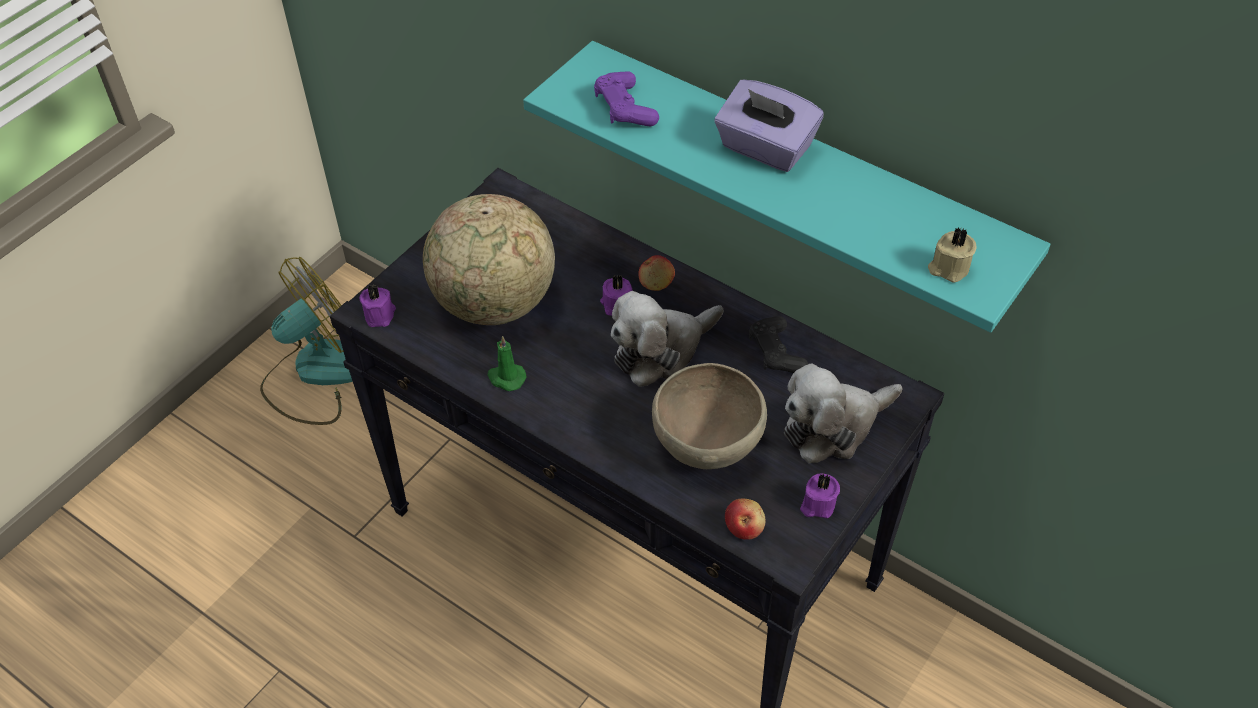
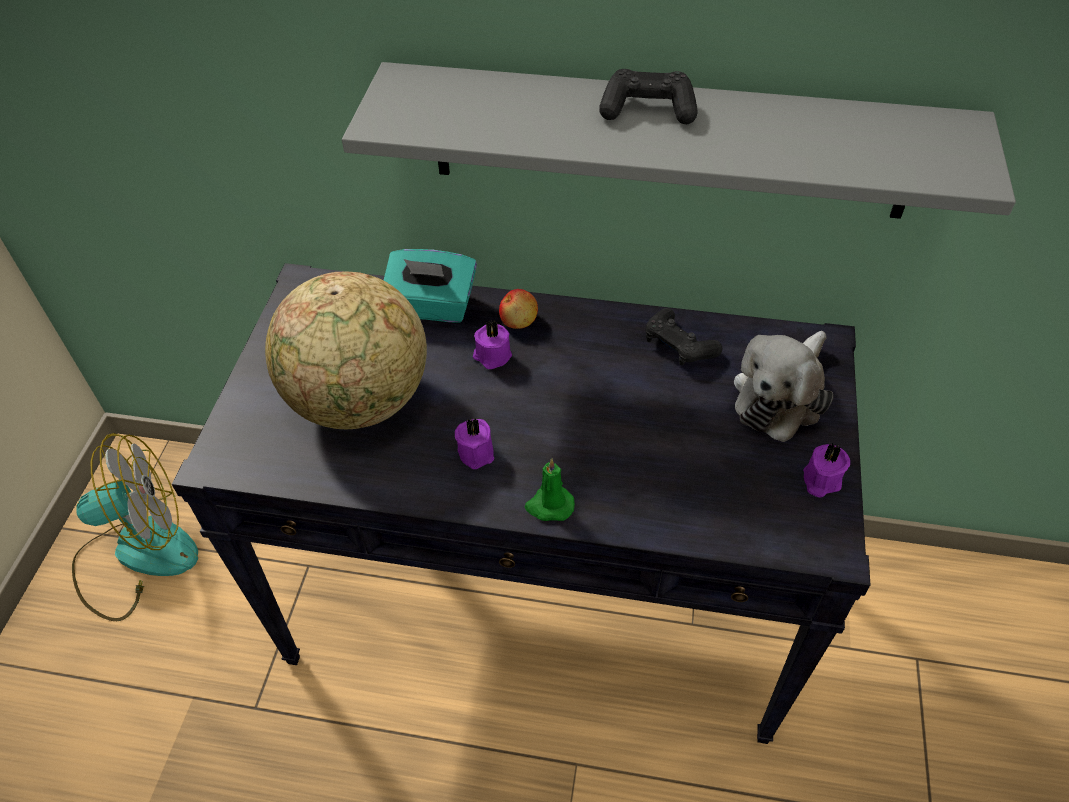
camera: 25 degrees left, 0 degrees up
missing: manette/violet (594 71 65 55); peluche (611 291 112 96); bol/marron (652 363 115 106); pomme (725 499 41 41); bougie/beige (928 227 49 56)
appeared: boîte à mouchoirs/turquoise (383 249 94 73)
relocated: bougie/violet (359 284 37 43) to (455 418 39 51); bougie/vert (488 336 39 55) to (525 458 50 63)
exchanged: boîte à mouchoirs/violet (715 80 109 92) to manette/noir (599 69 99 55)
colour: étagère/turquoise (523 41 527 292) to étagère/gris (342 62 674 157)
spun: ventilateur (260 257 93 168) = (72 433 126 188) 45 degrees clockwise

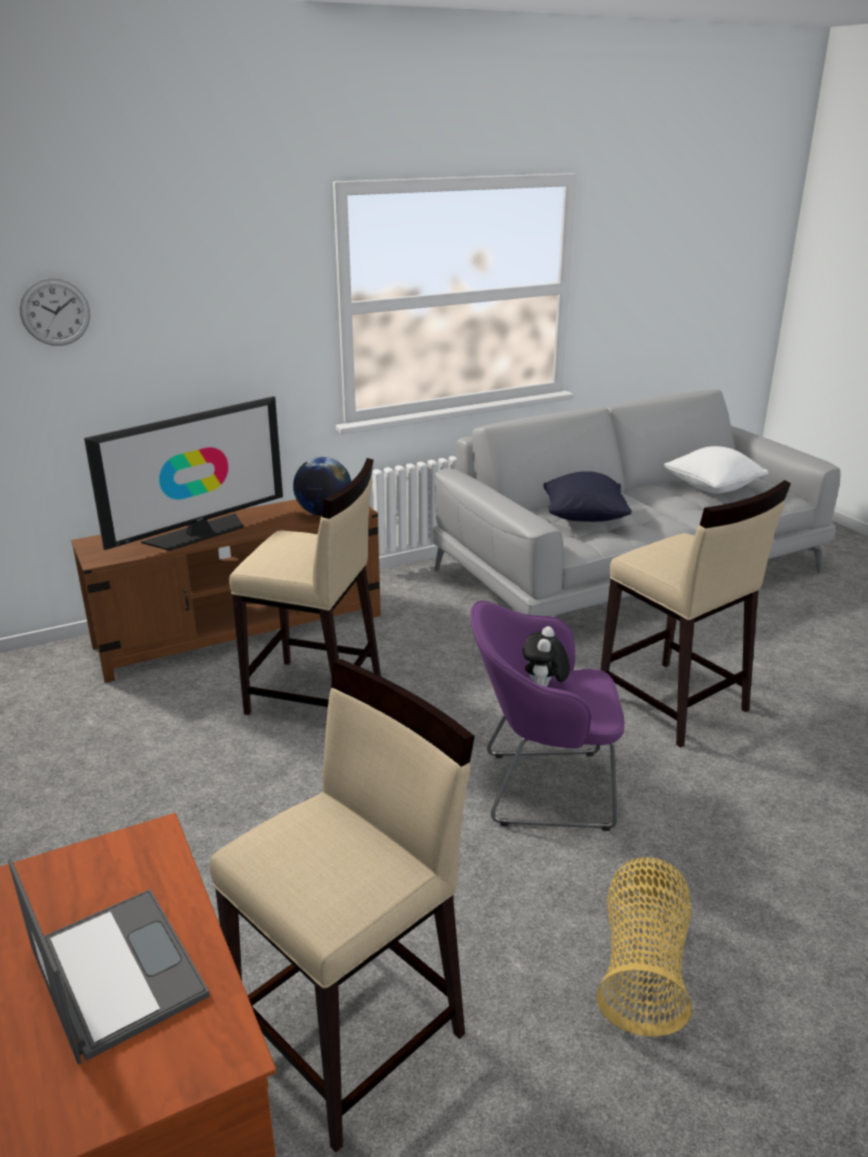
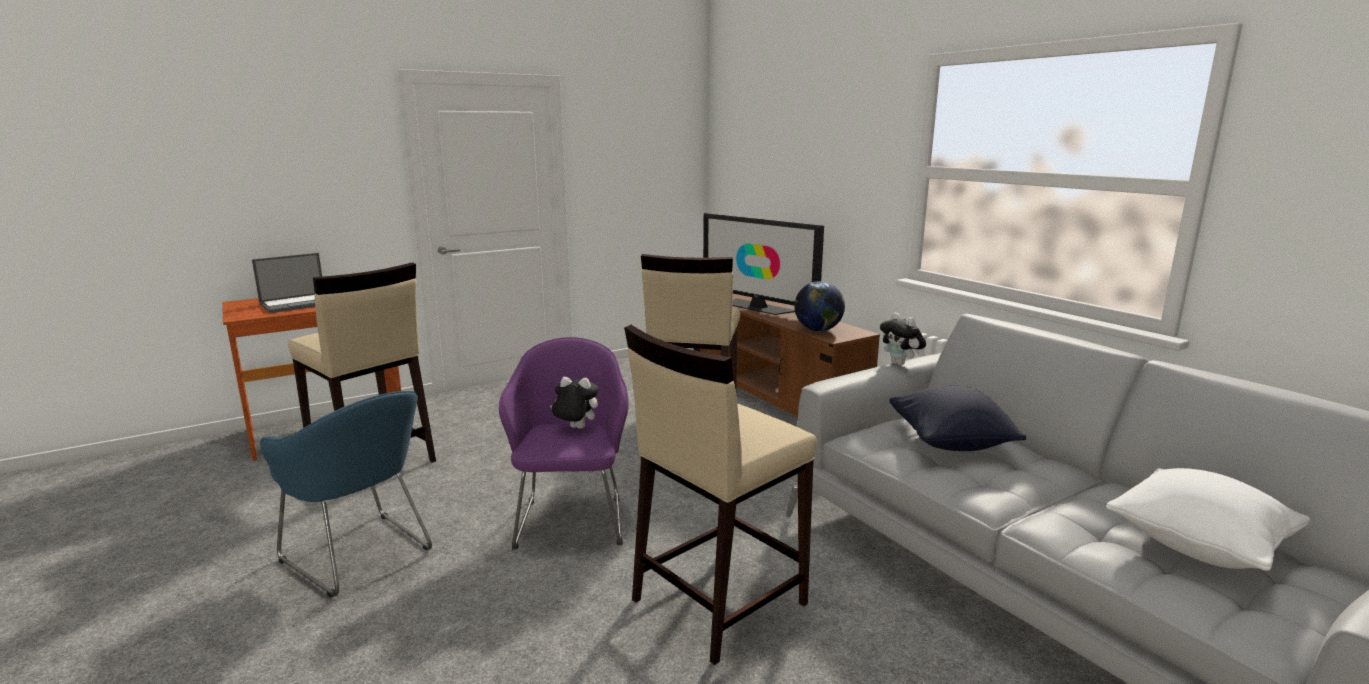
camera: 85 degrees right, 10 degrees down
missing: horloge murale (20 278 70 68)
appeared: peluche (880 313 46 52)
exchanged: panier (596 857 96 180) to fauteuil/bleu (260 391 172 206)

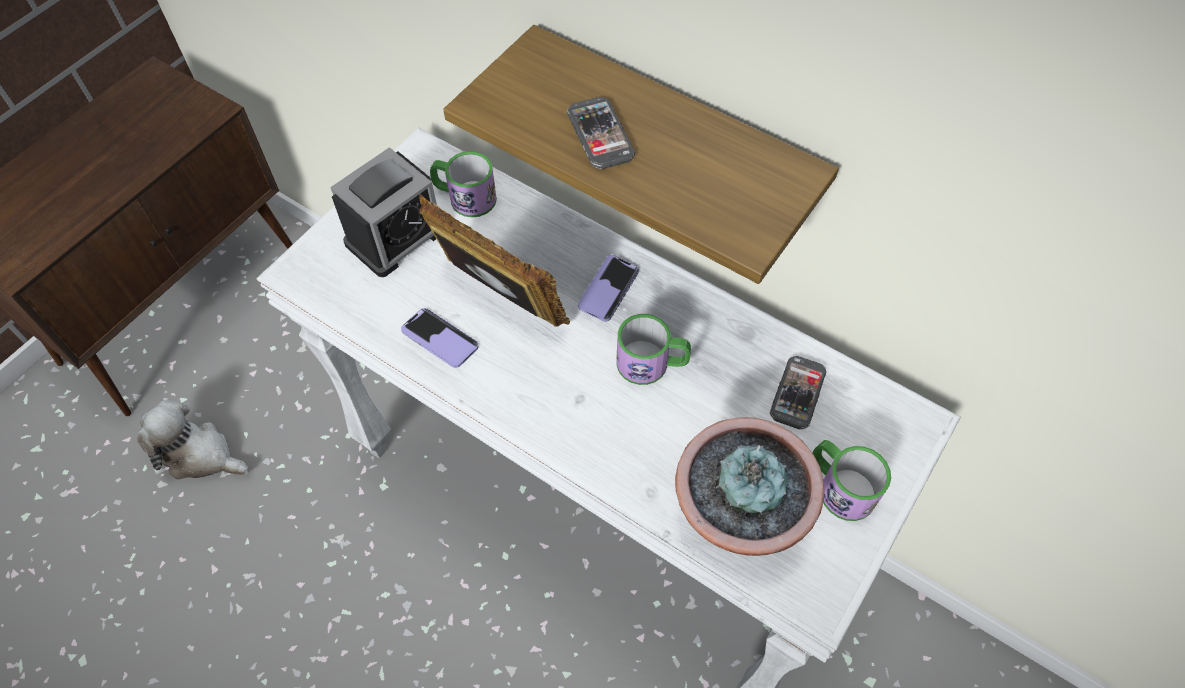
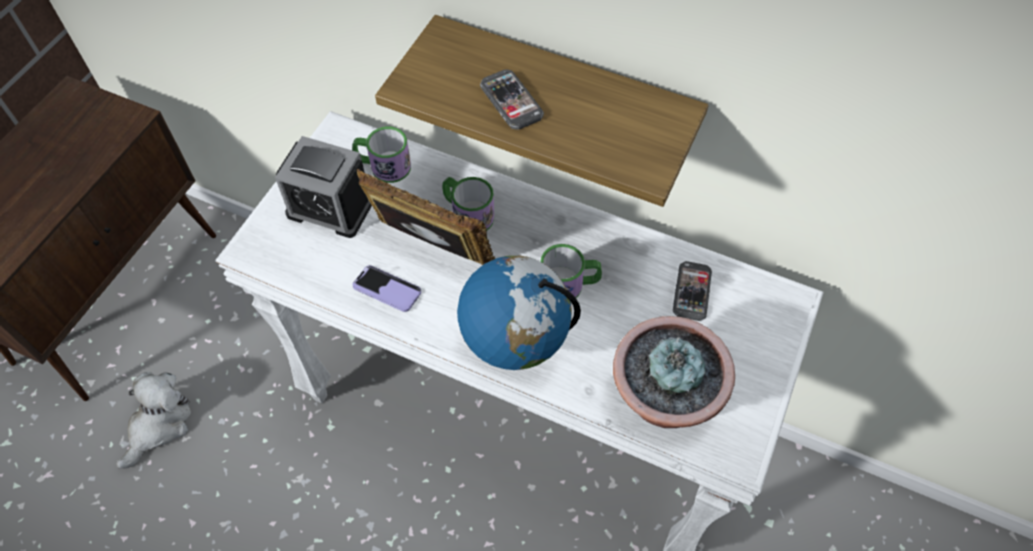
camera: 10 degrees left, 0 degrees up
missing: téléphone (578 255 61 67)
appeared: globe (457 256 124 114)
relocated: mug (812 440 79 81) to (442 177 52 53)
spun: peluche (137 400 112 80) = (117 372 74 97) 105 degrees clockwise; réveil (330 147 107 130) = (275 136 97 102) 75 degrees clockwise

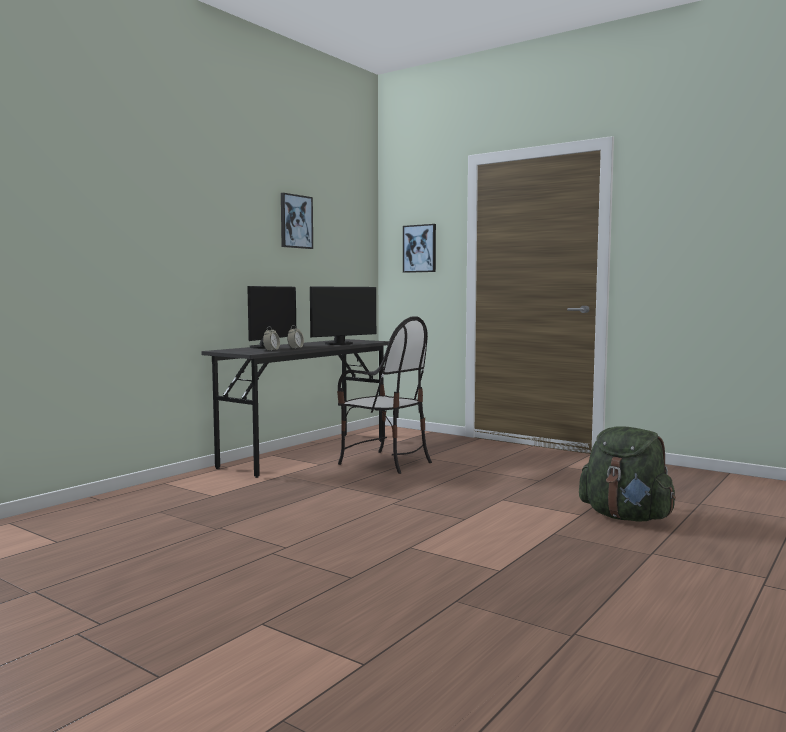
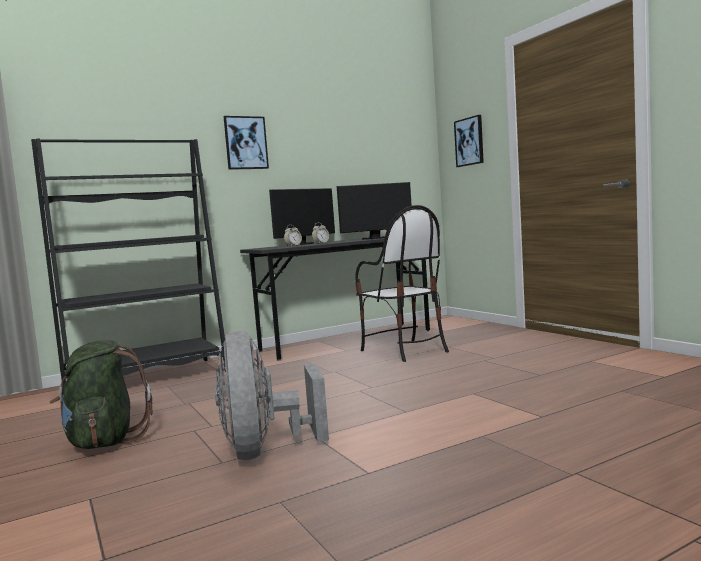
camera: 25 degrees right, 0 degrees up
appeared: bibliothèque/noir (31 138 195 244); ventilateur/gris (215 331 114 129)
relocated: sac à dos/vert (579 426 97 95) to (50 340 102 109); tableau (281 193 32 56) to (224 116 45 54)

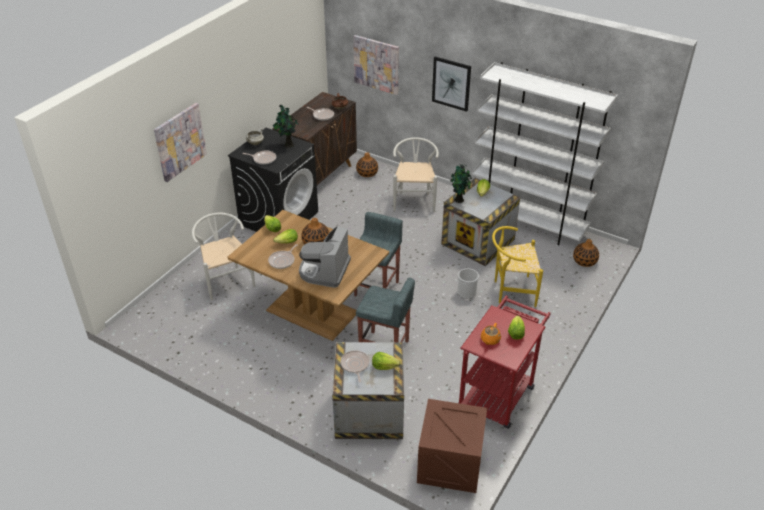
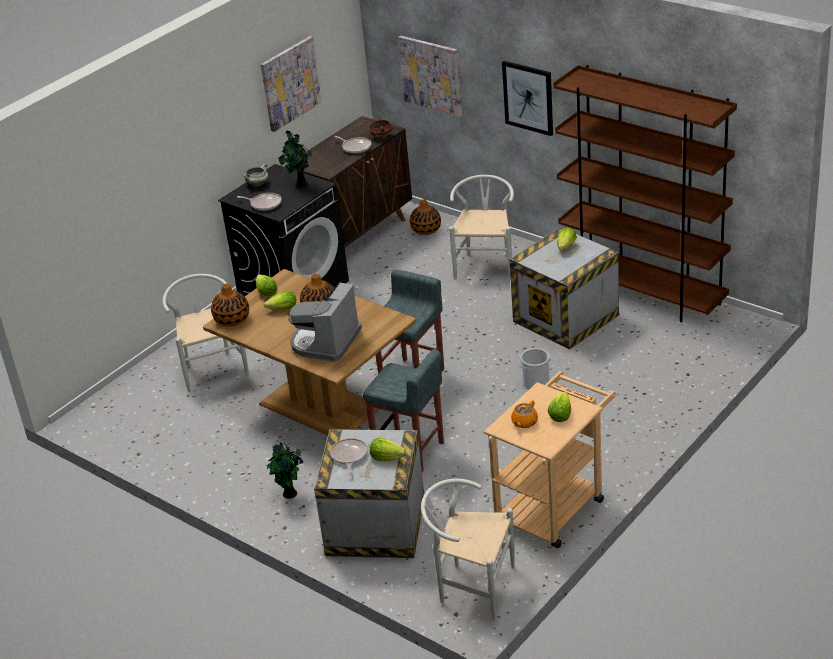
camera: 10 degrees right, 5 degrees down
missing: poêle (268 244 30 25); chaise/jaune (492 226 51 81)
relocated: vase (573 239 26 28) to (211 284 38 42); tableau (154 103 53 79) to (261 36 61 96); plante en pot (450 164 22 39) to (266 442 37 57)
exchanged: caisse (417 399 70 94) to chaise/blanc (421 479 94 141)
colour: chariot/rouge (459 296 92 133) to chariot/beige (484 371 132 177); bibliothèque/blanc (472 62 146 183) to bibliothèque/marron (554 65 183 257)

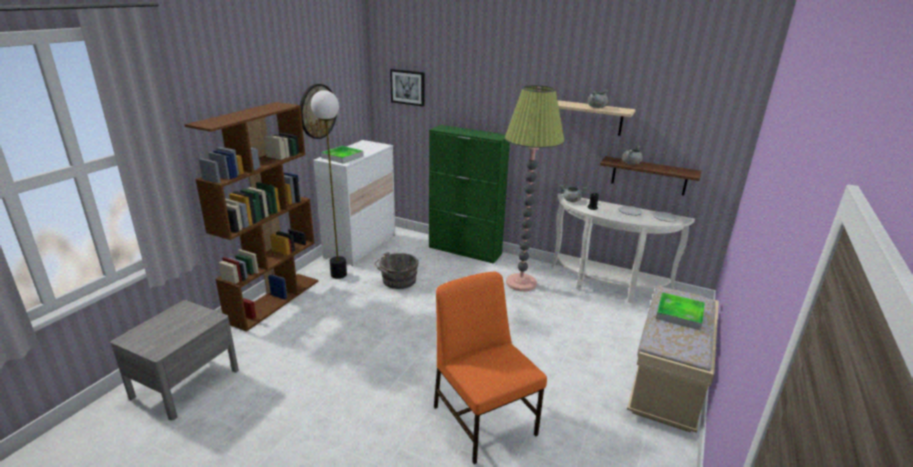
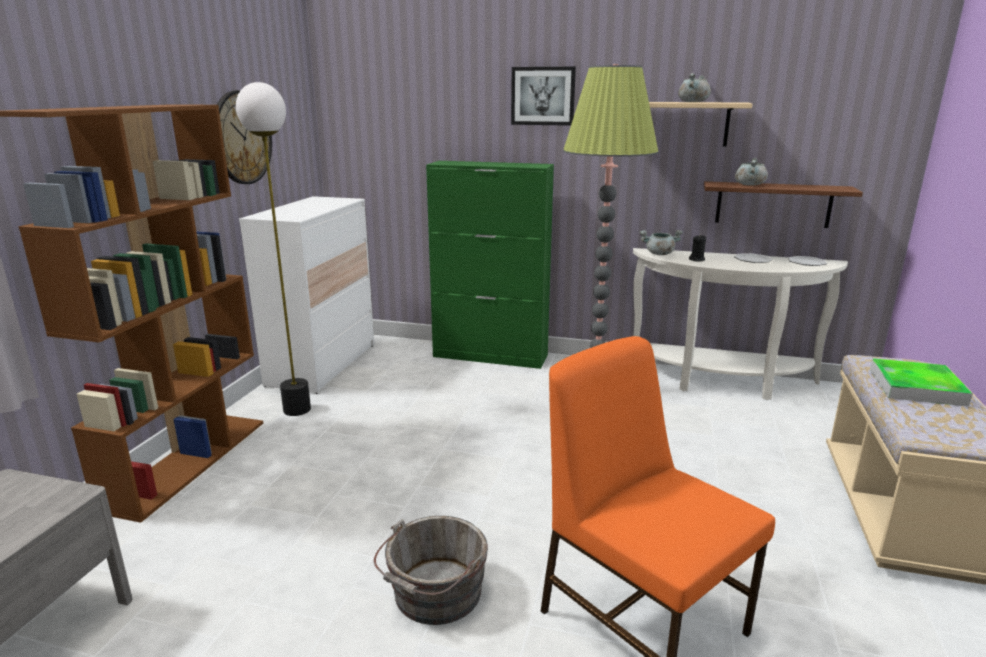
camera: 10 degrees left, 5 degrees down
missing: plateau (321 146 43 18)
relocated: seau/gris (375 252 43 37) to (374 516 114 109); tableau (390 69 35 38) to (511 67 65 59)

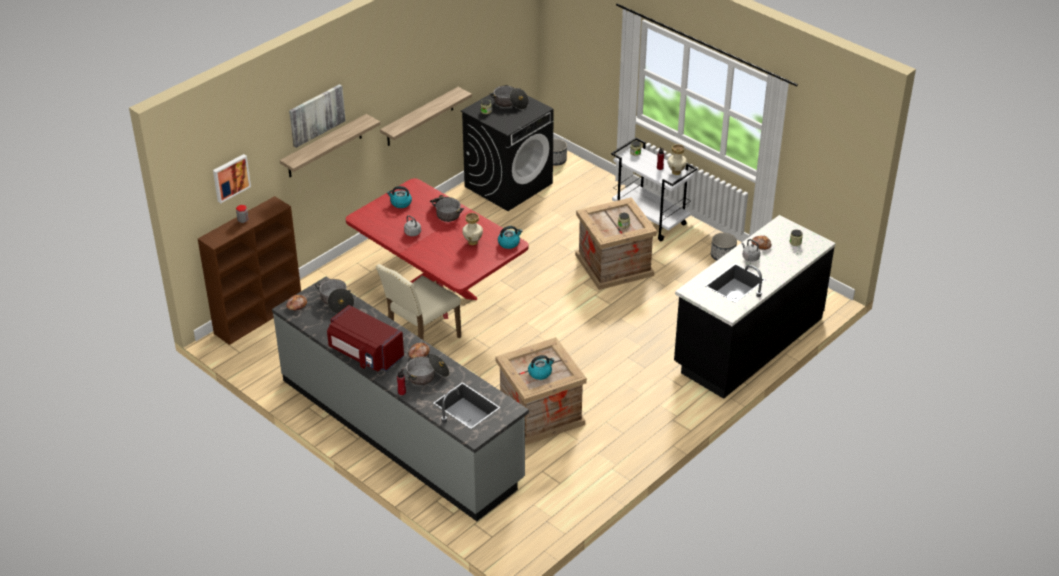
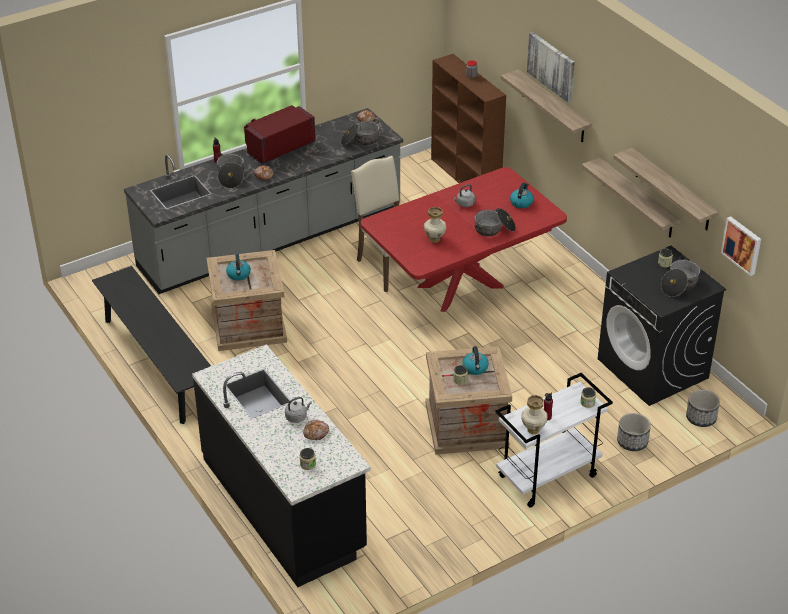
camera: 105 degrees right, 0 degrees up
appeared: banc/noir (92 266 119 158); étagère (613 148 106 83)
relocated: bouilloire (498 226 24 23) to (462 346 27 29); cache-pot (711 233 26 28) to (617 413 34 38); tableau (213 154 38 49) to (721 216 40 60)

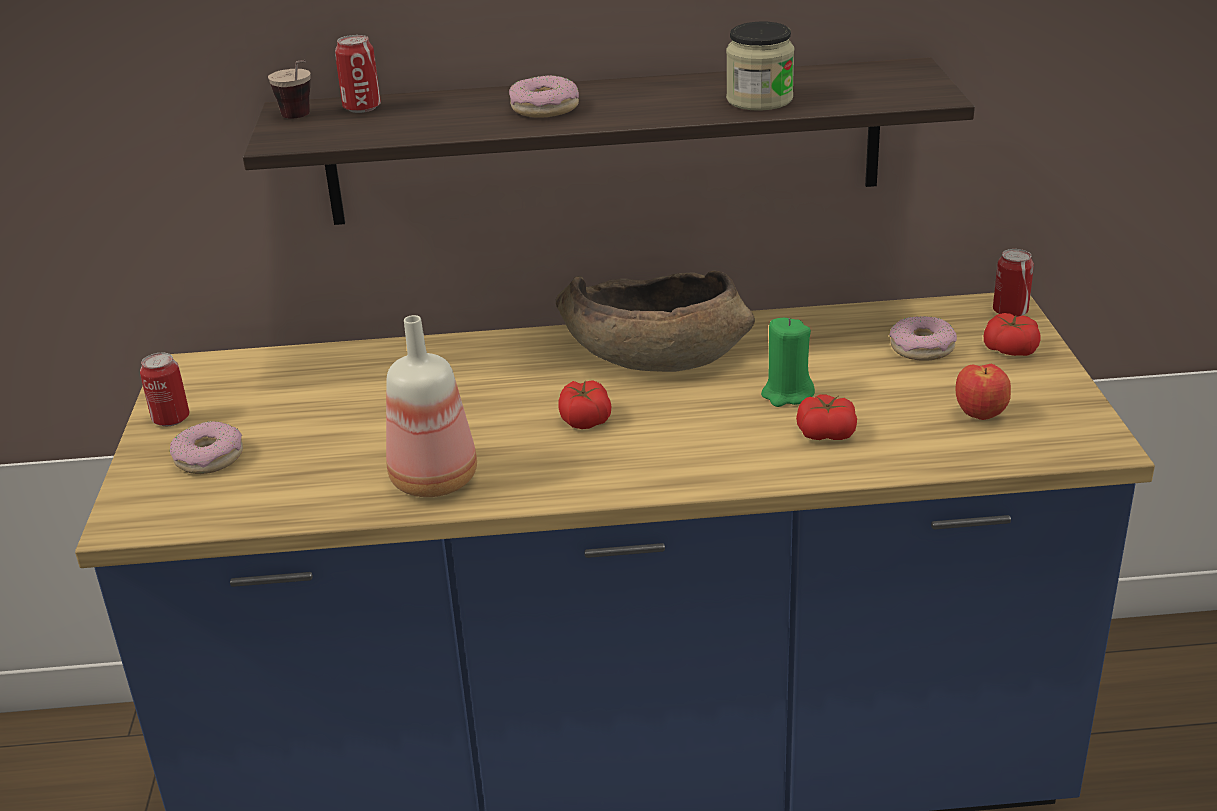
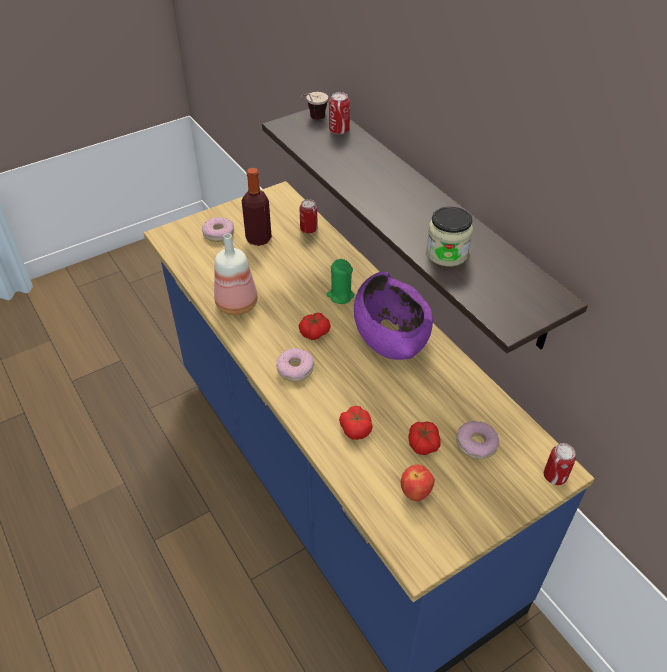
camera: 60 degrees right, 15 degrees up
appeared: bouteille (242 168 30 78)
relocated: beignet (509 75 70 43) to (276 348 38 34); boîte métallique (140 353 49 73) to (300 199 18 34); bougie/vert (761 318 54 89) to (326 259 29 45); tomate (984 313 57 43) to (409 422 32 33)
colour: bol/marron (556 271 199 101) to bol/violet (354 272 79 88)

